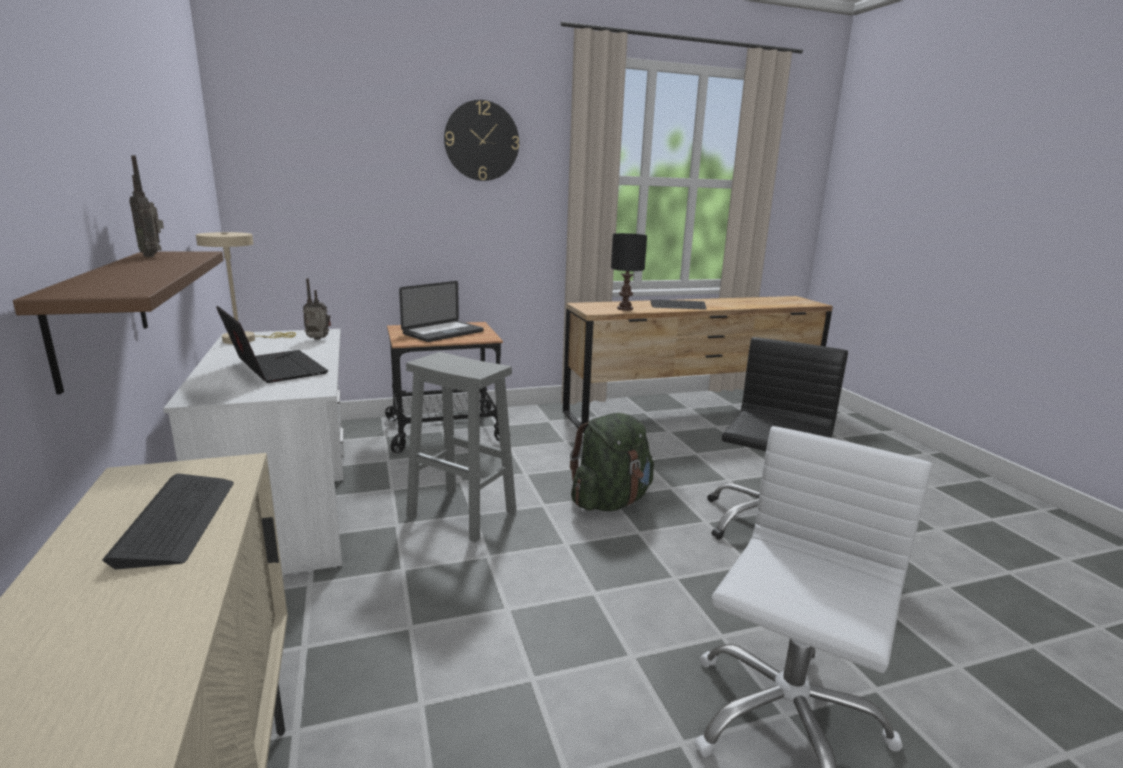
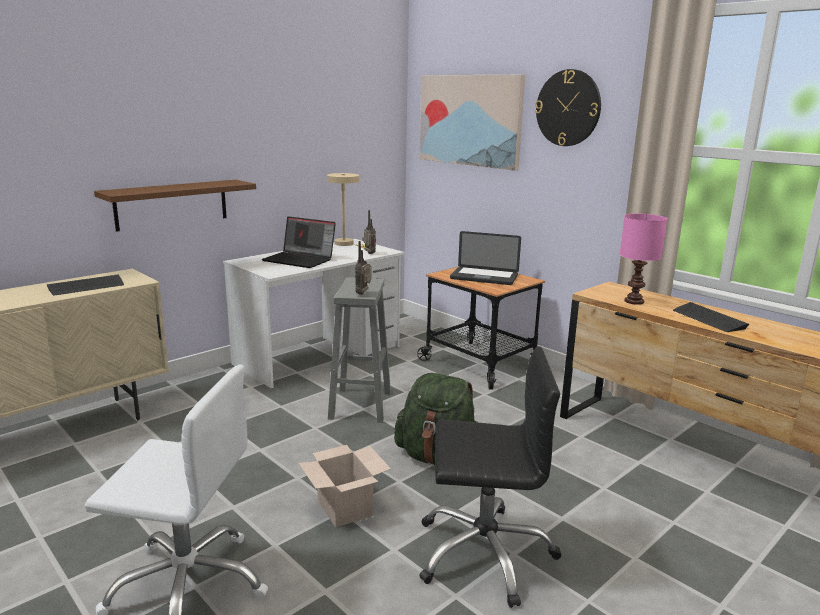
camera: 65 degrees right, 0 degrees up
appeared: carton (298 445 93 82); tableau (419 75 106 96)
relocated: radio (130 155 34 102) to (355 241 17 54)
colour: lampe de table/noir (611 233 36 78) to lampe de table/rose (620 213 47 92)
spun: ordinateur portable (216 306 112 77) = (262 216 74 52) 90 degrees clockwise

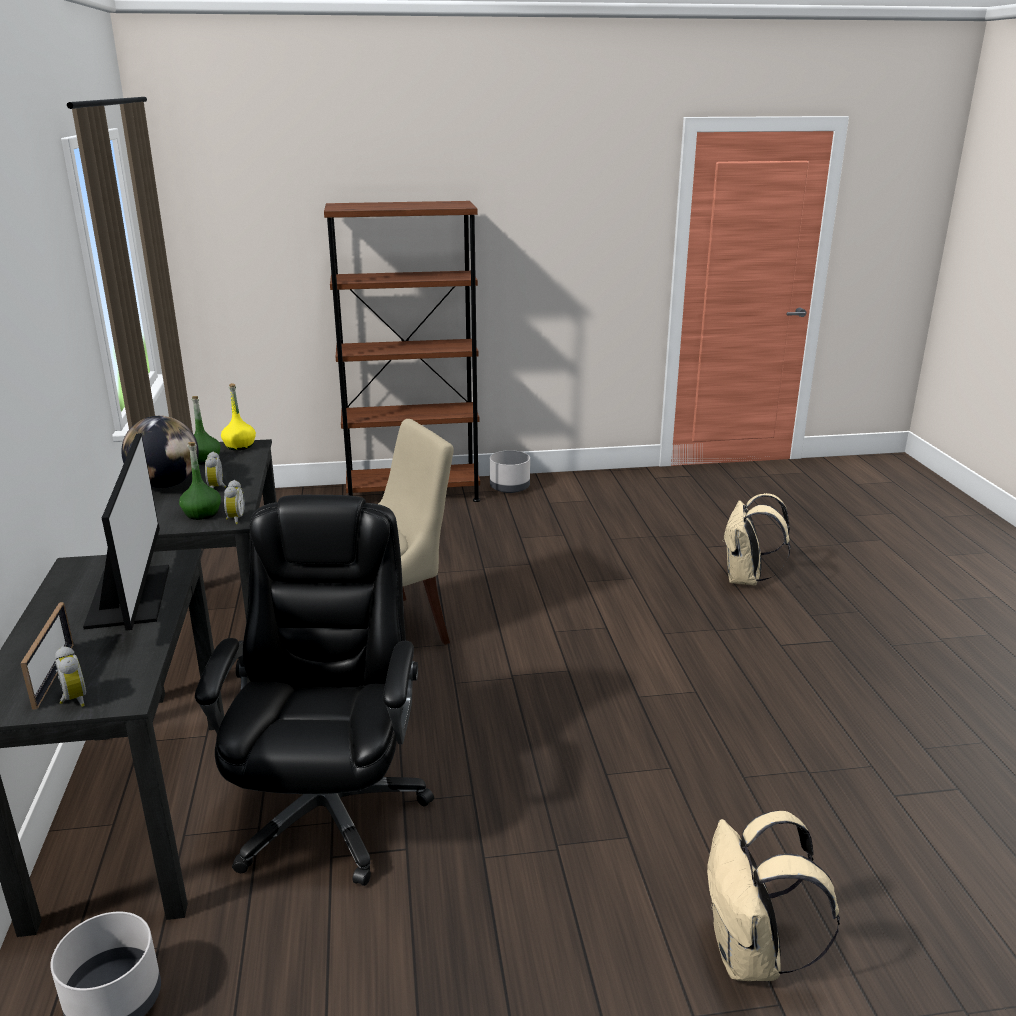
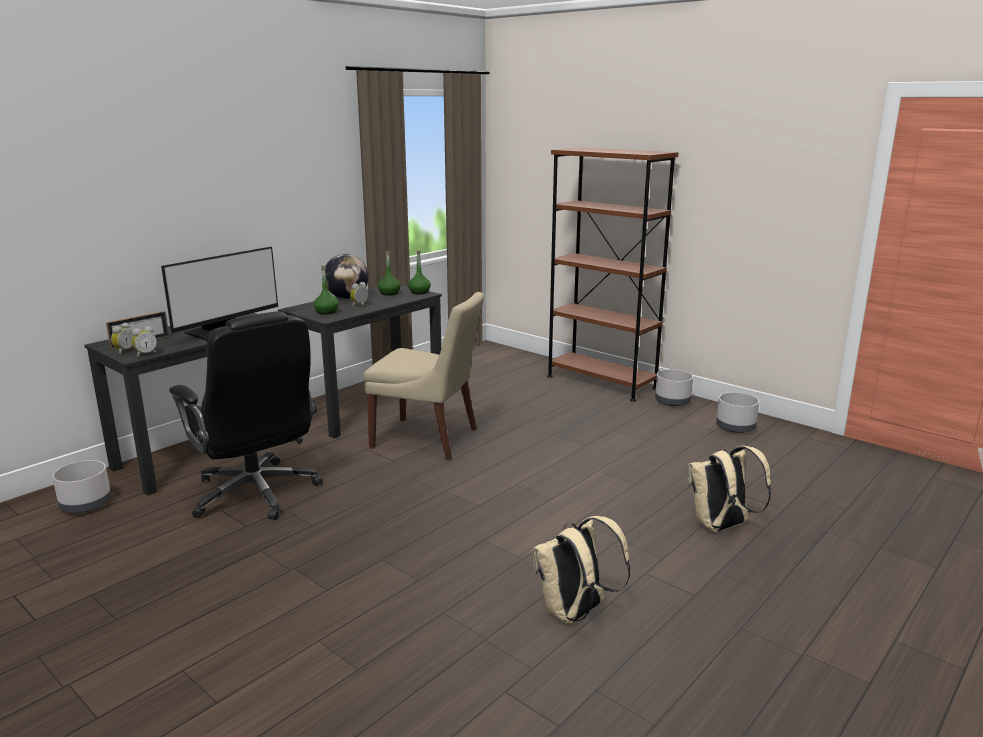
camera: 50 degrees right, 5 degrees down
appeared: cache-pot/gris (716 392 43 41)
relocated: réveil (224 480 21 44) to (132 326 25 31); sac à dos/beige (707 810 133 171) to (532 516 98 108)
colour: bouteille/jaune (221 383 35 67) to bouteille/vert (408 250 23 44)
spun: chaise de bureau/noir (195 495 239 391) = (169 311 154 209) 90 degrees clockwise

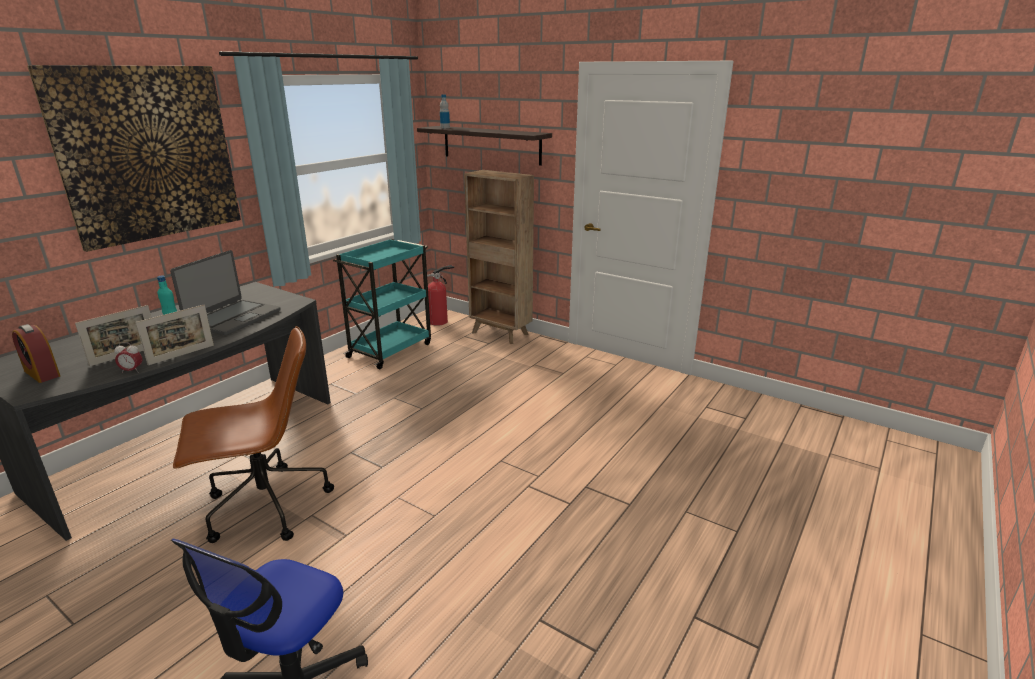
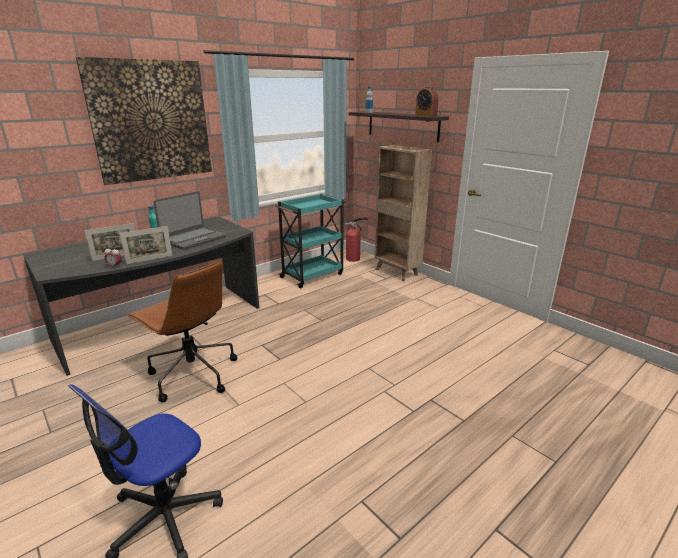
camera: 15 degrees right, 0 degrees up
relocated: réveil (12 324 48 59) to (415 87 24 30)
spun: chaise de bureau/marron (173 326 161 217) = (127 260 110 142) 45 degrees clockwise

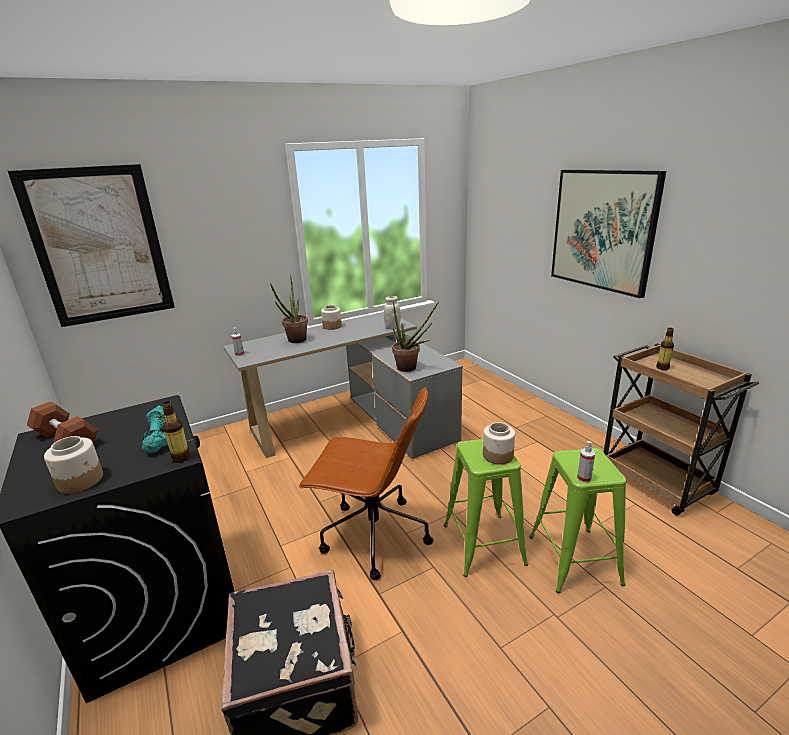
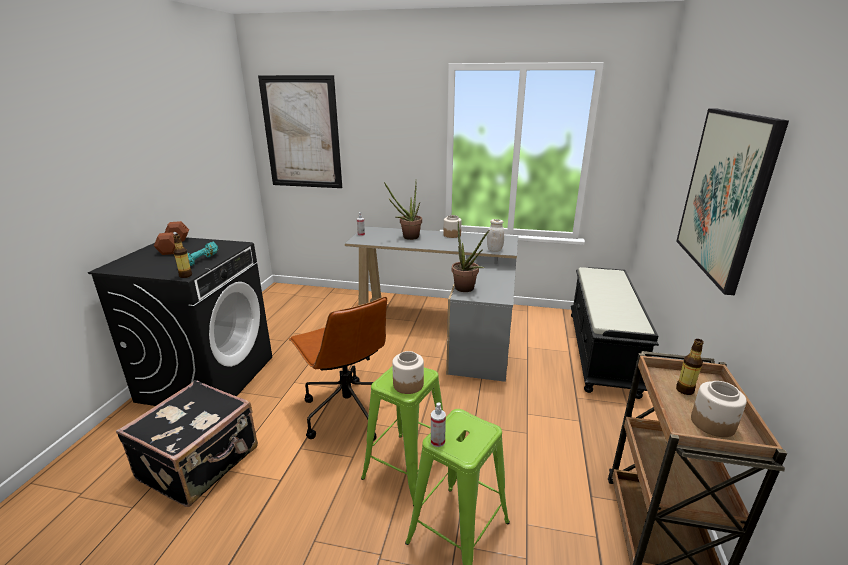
camera: 40 degrees right, 0 degrees up
appeared: banc/noir (571 267 88 132)
relocated: bocal (44 436 59 58) to (691 381 56 56)

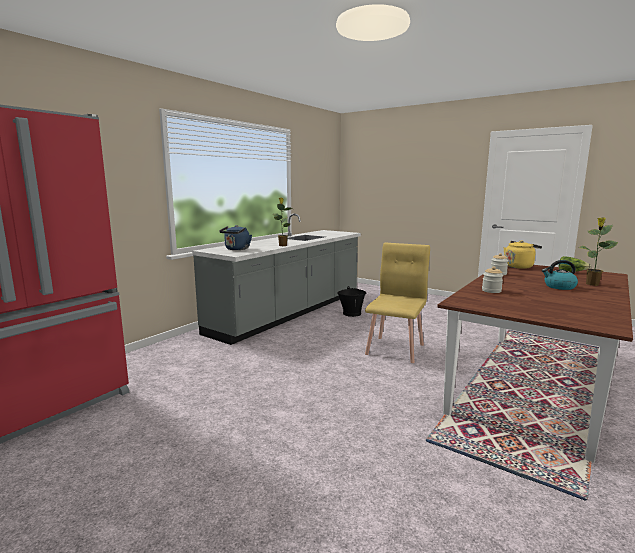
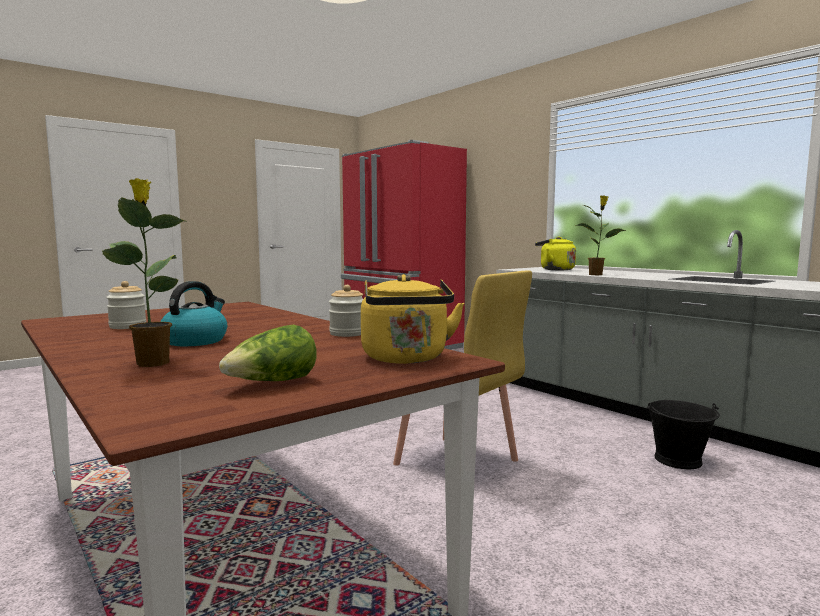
camera: 105 degrees right, 5 degrees down
relocated: bocal (482 266 21 27) to (106 281 40 48)
colour: bouilloire/bleu (219 225 33 25) to bouilloire/jaune (535 237 41 33)

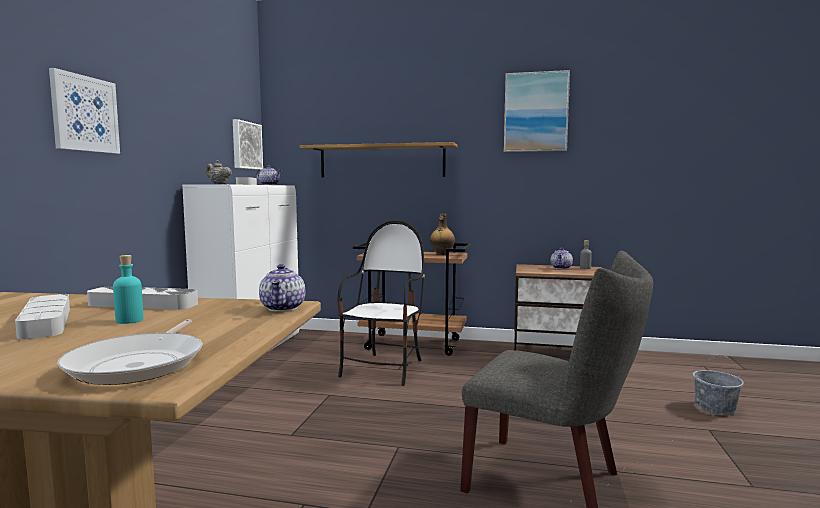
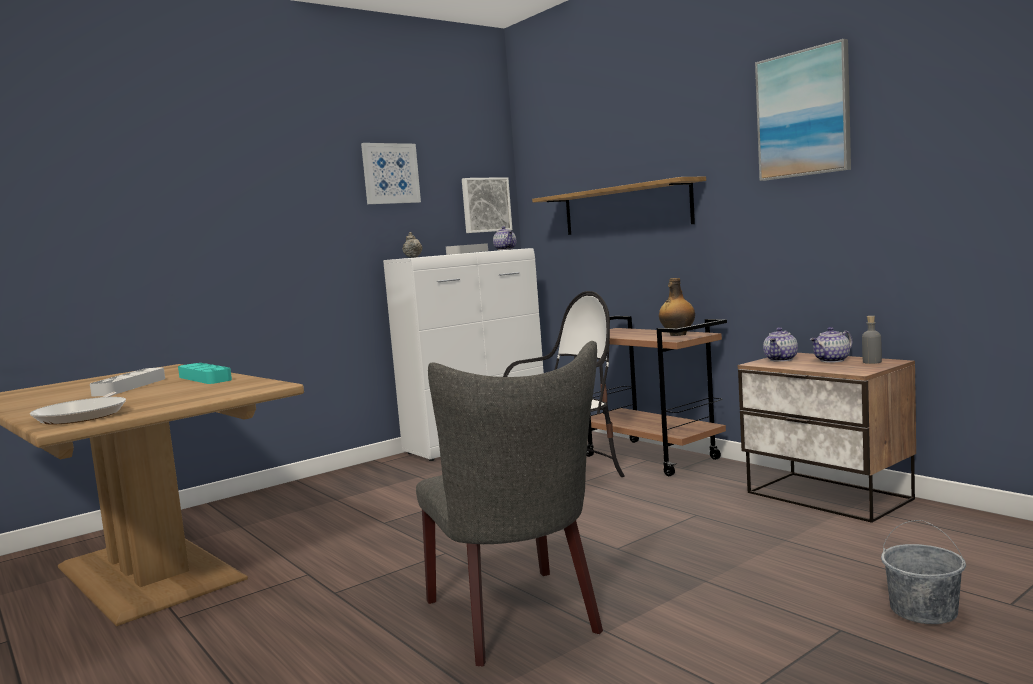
camera: 40 degrees right, 0 degrees up
missing: bouteille/turquoise (113 255 30 69)
relocated: tableau (49 68 71 86) to (361 143 60 61); théière (259 264 46 48) to (763 327 35 35)
colour: plateau/gris (87 286 111 24) to plateau/turquoise (178 363 54 21)
spun: poêle (57 319 145 66) = (30 392 96 33) 45 degrees counterclockwise

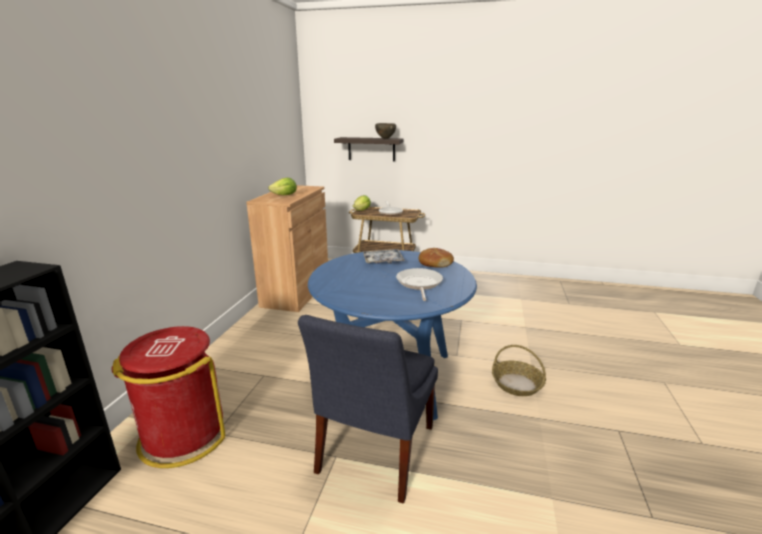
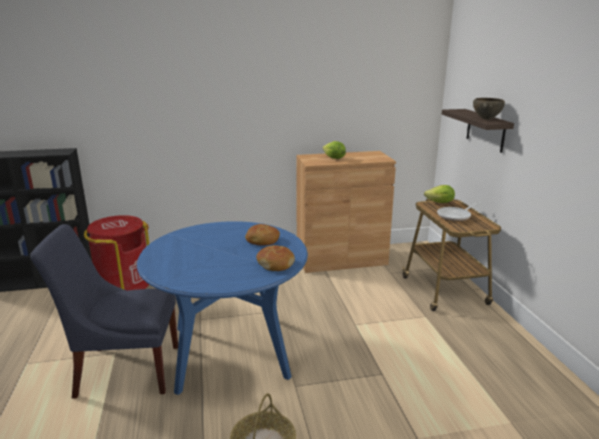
camera: 65 degrees right, 0 degrees up
missing: poêle (396 268 47 33)
exchanged: plateau (363 249 42 15) to pain (245 224 35 22)

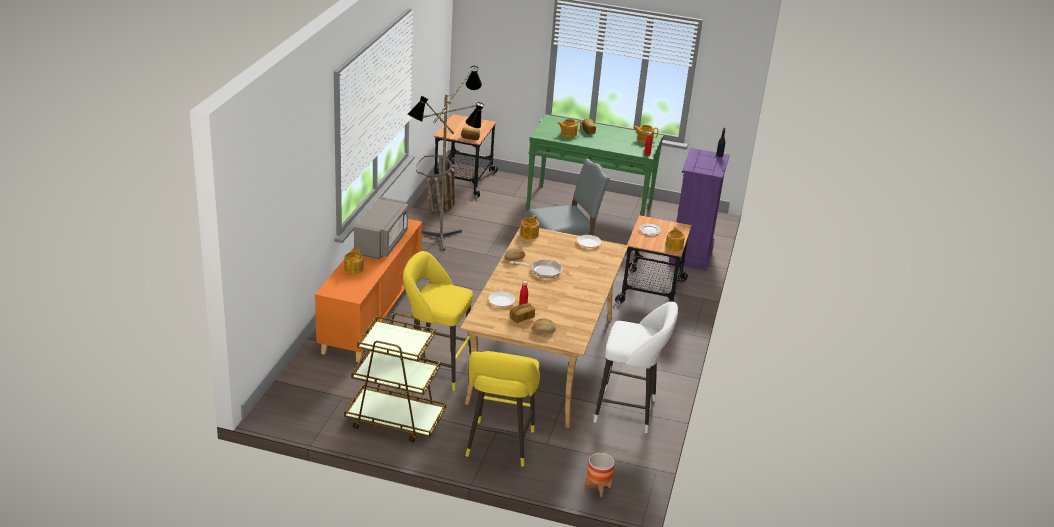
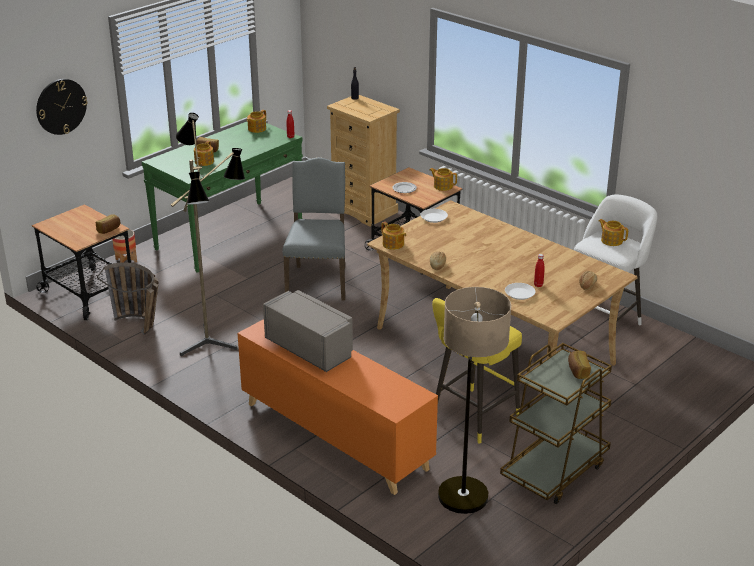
camera: 60 degrees left, 0 degrees up
missing: tabouret/jaune (465 351 75 116); poêle (511 259 51 19)
appeared: horloge murale (36 79 52 56); lampadaire (438 287 73 227)
relocated: cache-pot (585 453 29 44) to (112 229 25 34); pain (510 303 25 20) to (568 351 23 28); théière (344 248 19 26) to (599 219 29 27)
colour: commode/violet (669 148 60 123) to commode/beige (327 95 73 131)

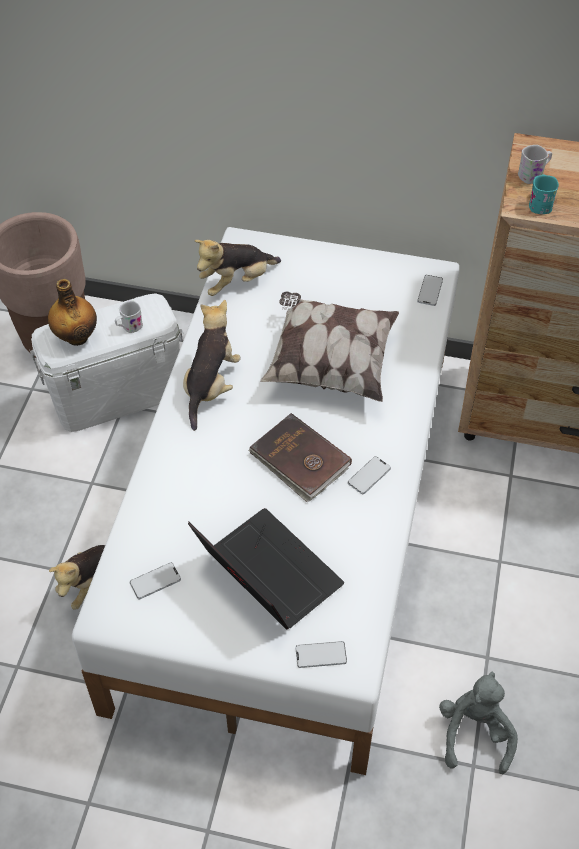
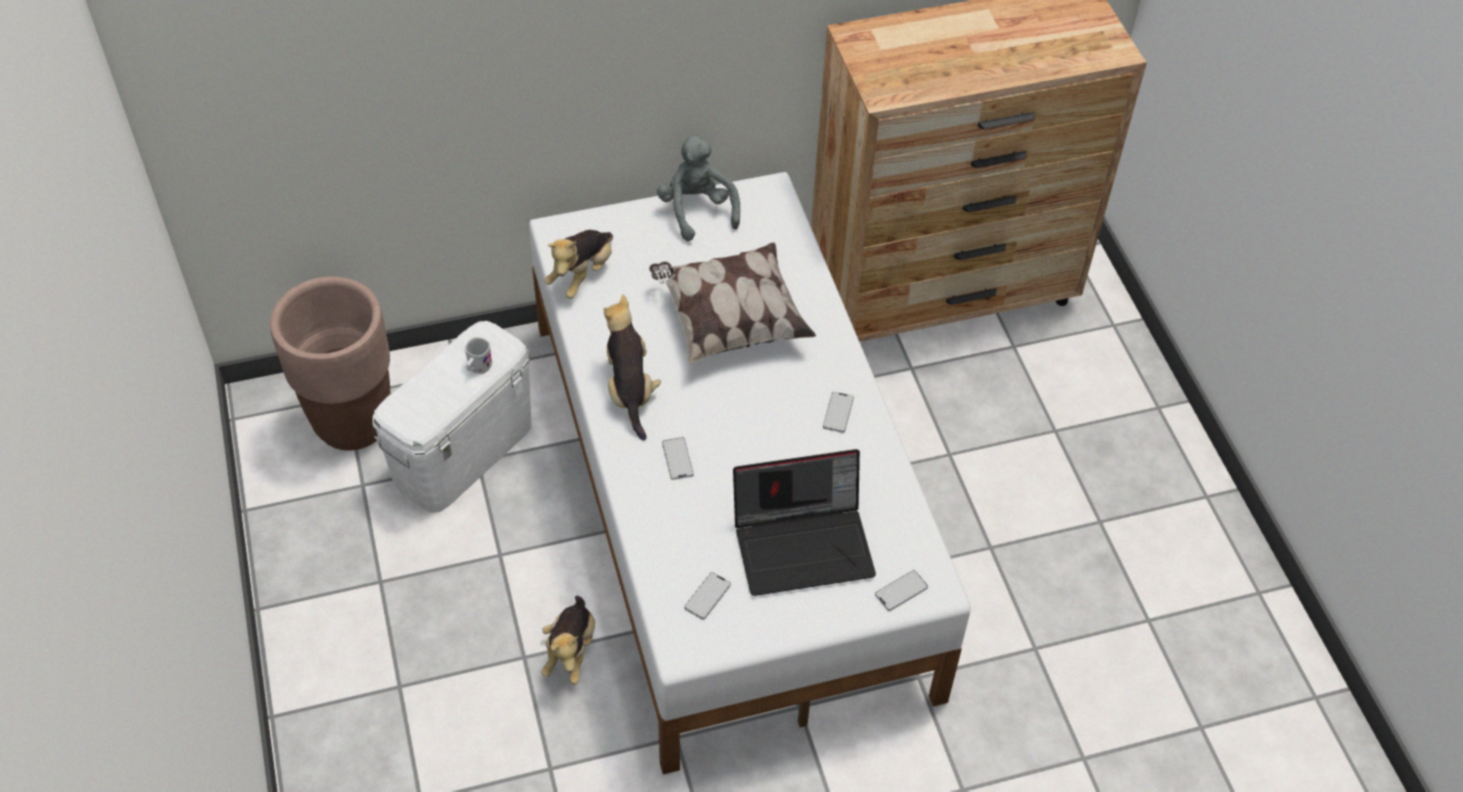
camera: 30 degrees left, 0 degrees up
missing: bouteille (48 279 49 67); livre/marron (249 413 103 90); mug/blanc (518 145 34 39); mug/turquoise (529 174 30 40)
relocated: peluche/gris (439 671 79 103) to (657 135 83 106); téléphone (417 275 26 31) to (662 437 32 43)
spun: ordinateur portable (188 508 156 122) = (733 449 143 147) 150 degrees clockwise

